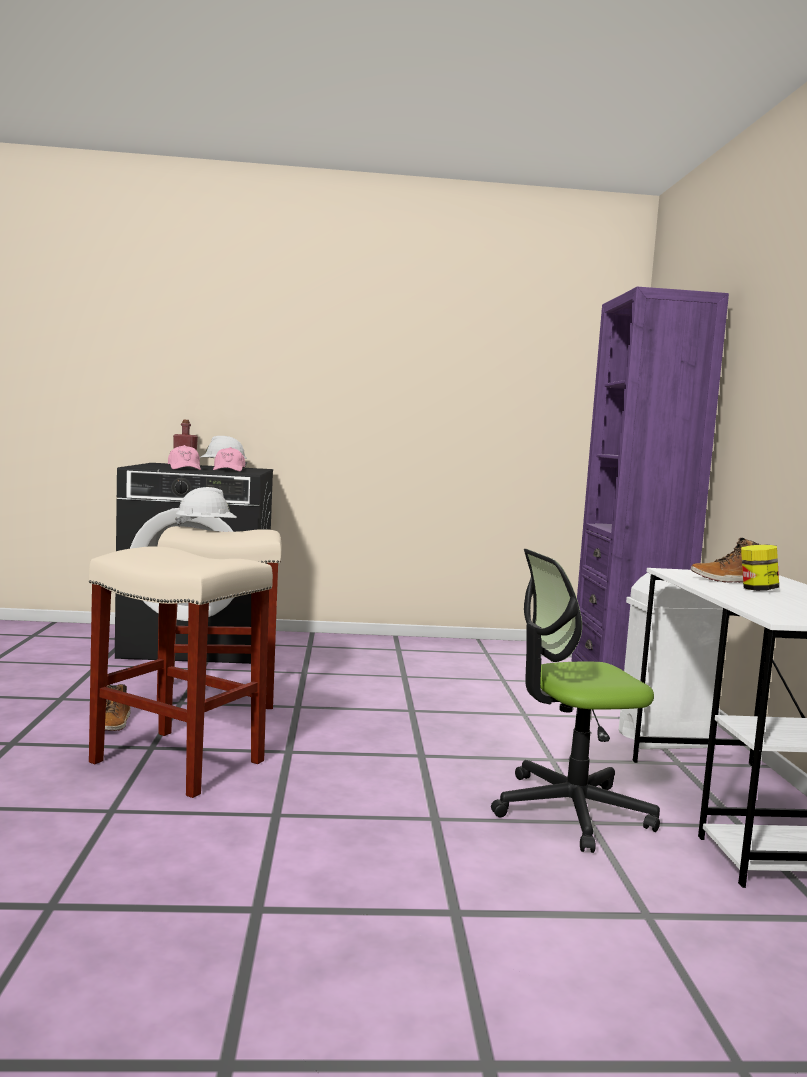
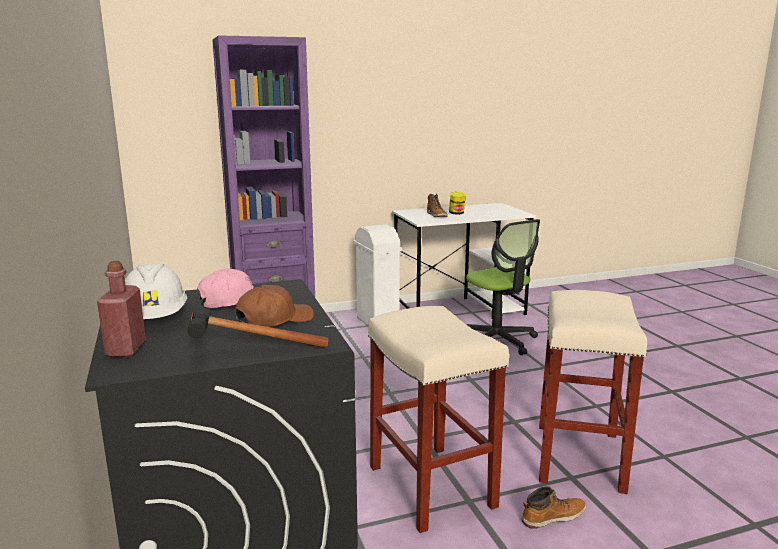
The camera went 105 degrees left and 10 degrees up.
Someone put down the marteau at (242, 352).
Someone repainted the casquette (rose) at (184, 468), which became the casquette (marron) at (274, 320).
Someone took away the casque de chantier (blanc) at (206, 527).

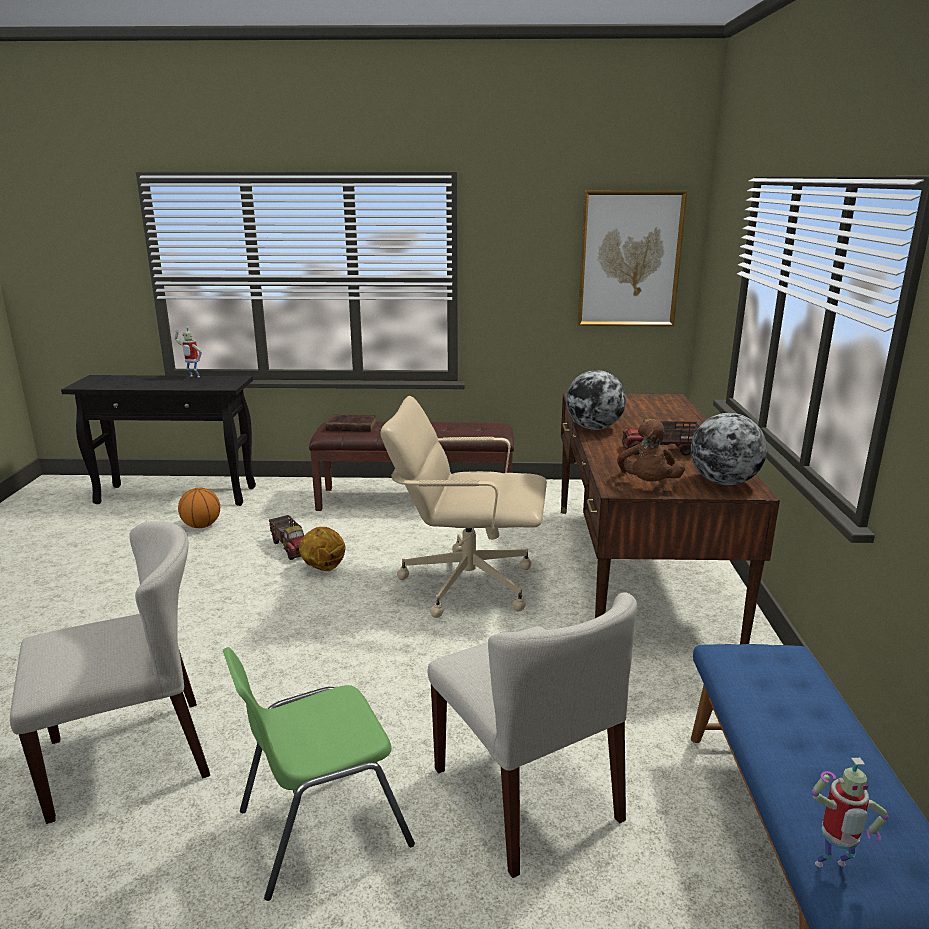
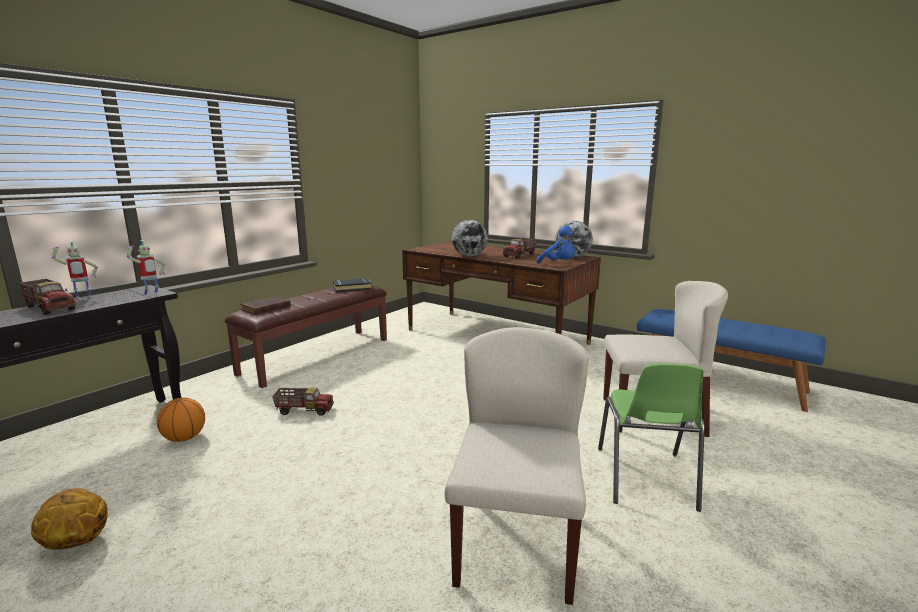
The camera went 55 degrees left and 5 degrees down.
Someone put down the camion jouet at (51, 308).
Someone carried the ballon de basket from (323, 568) to (76, 543).
Someone carried the robot jouet from (831, 868) to (151, 295).
Someone put down the livre (noir) at (352, 288).
Someone repainted the peluche (marron) at (648, 484), which became the peluche (bleu) at (559, 264).
Someone took away the chaise de bureau (beige) at (466, 583).
Someone took away the tableau at (629, 259).

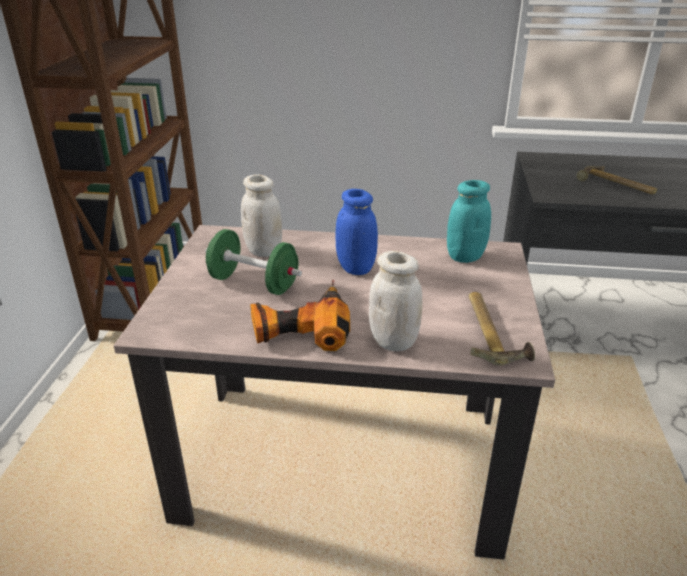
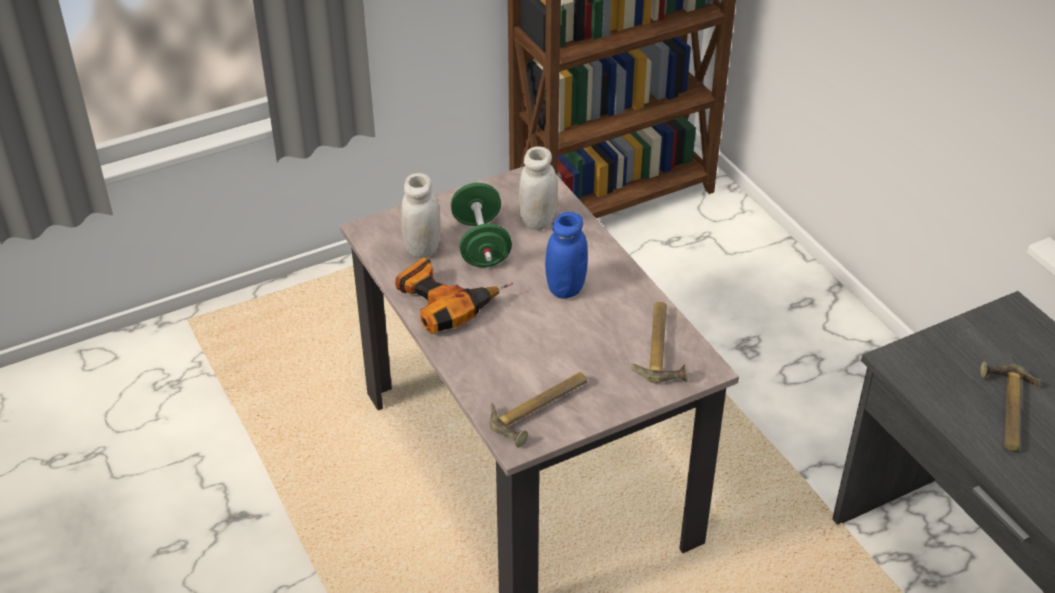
The camera went 55 degrees right and 10 degrees up.
Someone carried the bocal (blanc) from (393, 342) to (422, 248).
Someone swapped the bocal (turquoise) at (465, 256) for the marteau at (662, 347).

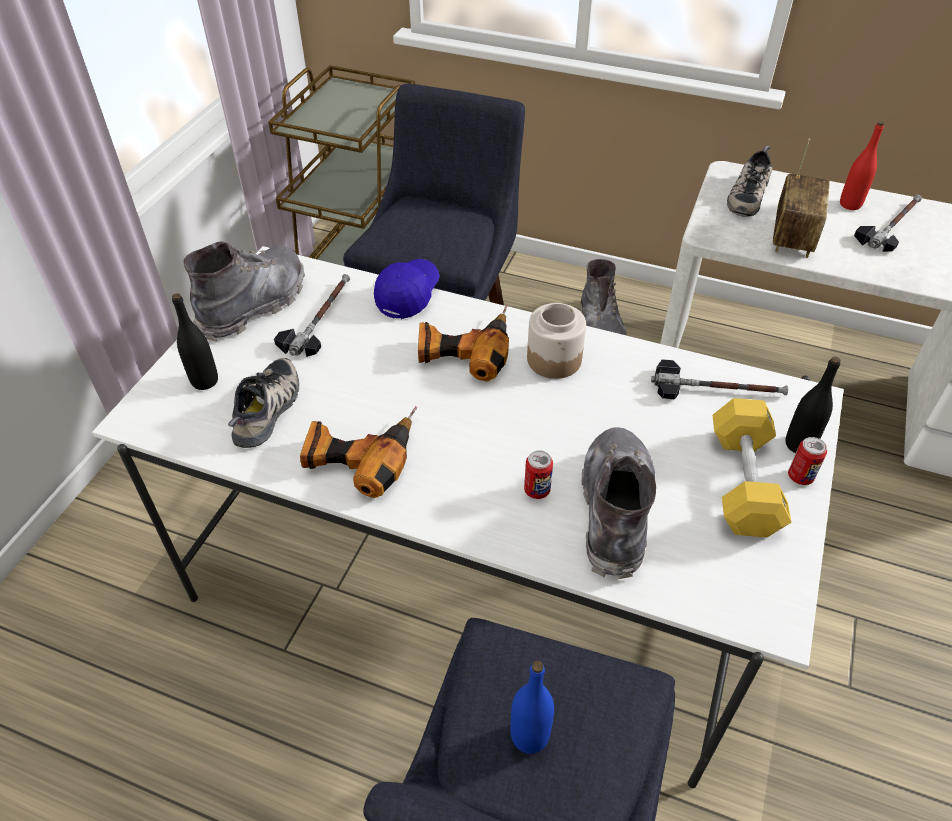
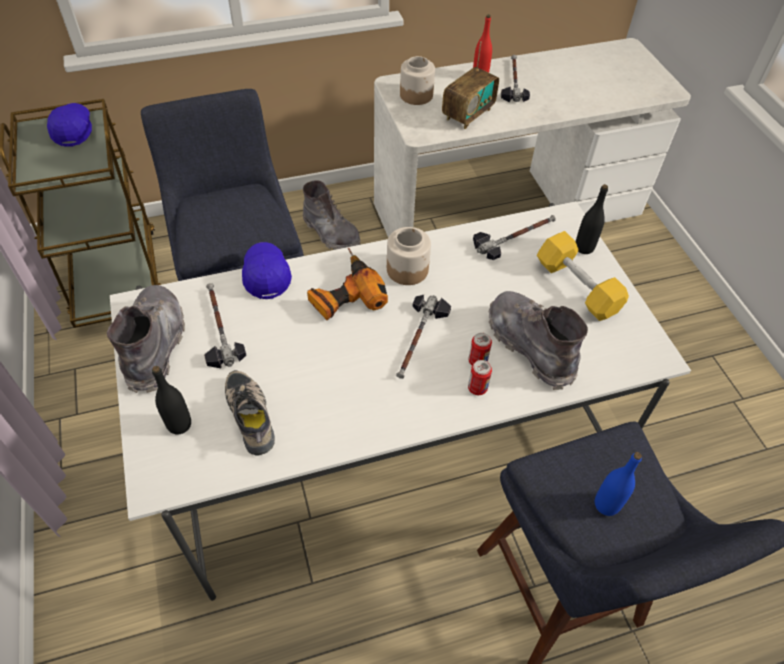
The camera went 40 degrees left and 5 degrees up.
Someone put down the casquette (bleu) at (73, 130).
Someone put down the marteau at (418, 339).
Someone swapped the chaussure at (747, 194) for the bocal at (416, 95).
Someone rotated the radio at (792, 237) by 60 degrees clockwise.
Someone carried the boîte métallique from (800, 476) to (477, 388).
Someone took away the perceuse at (359, 454).

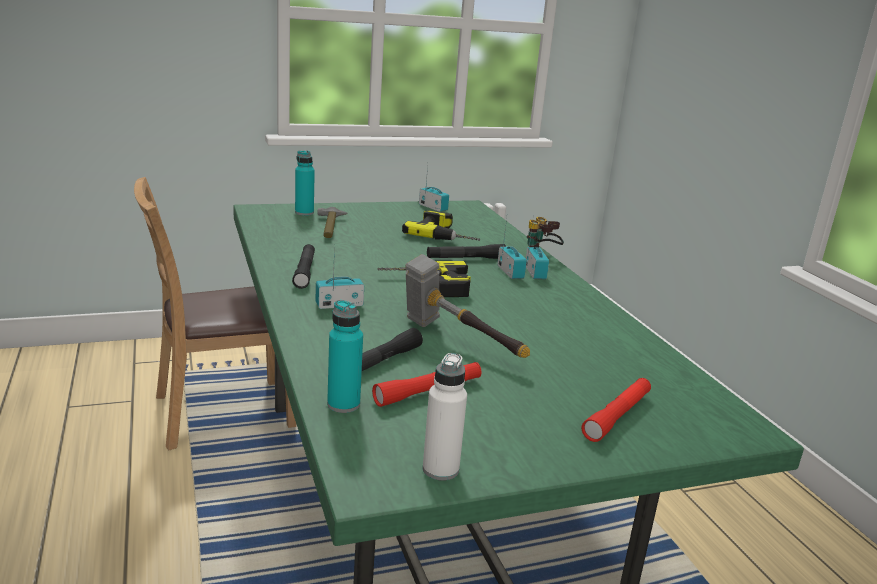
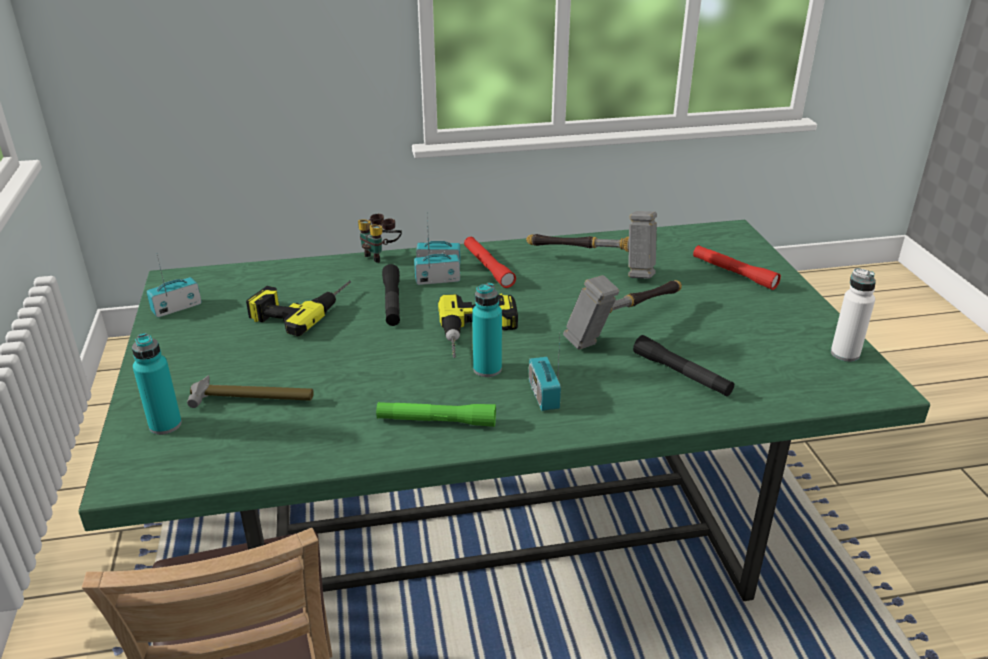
The camera went 80 degrees left and 10 degrees up.
Someone repainted the lampe de poche (noir) at (305, 272), which became the lampe de poche (vert) at (436, 421).
Someone carried the lampe de poche (rouge) from (428, 391) to (488, 267).
Someone carried the bouteille (turquoise) from (343, 404) to (487, 369).
Someone put down the marteau at (594, 267).

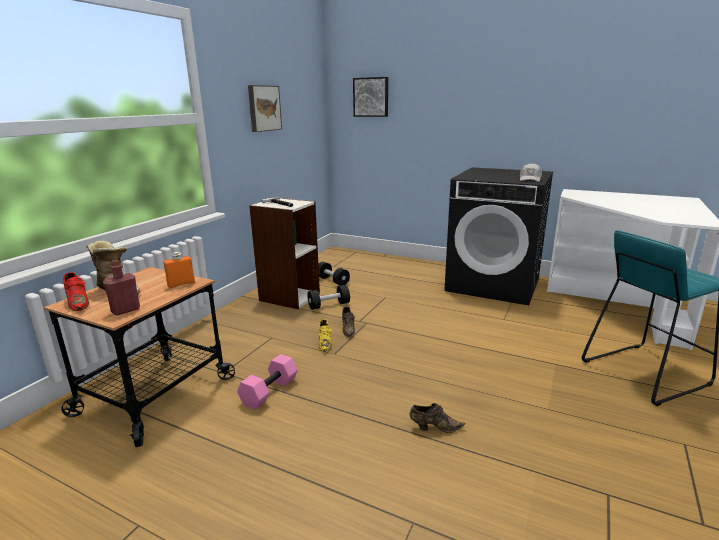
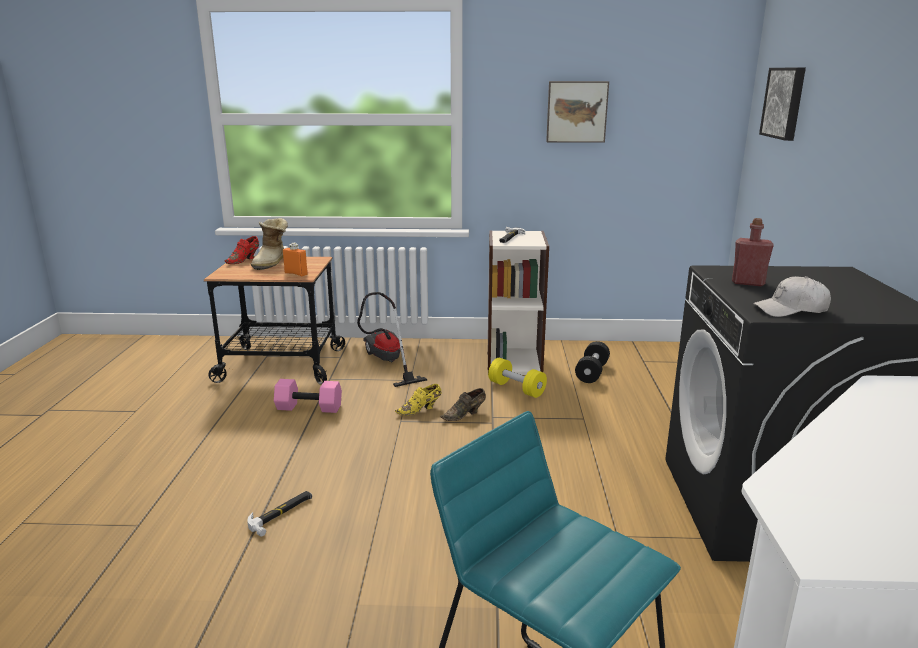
The camera went 65 degrees right and 0 degrees up.
Someone swapped the chaussure (marron) at (434, 428) for the marteau at (281, 514).
Someone put down the aspirateur at (386, 362).
Someone repainted the haltère (noir) at (329, 305), which became the haltère (jaune) at (516, 388).
Someone carried the bouteille (rouge) from (126, 310) to (748, 283).

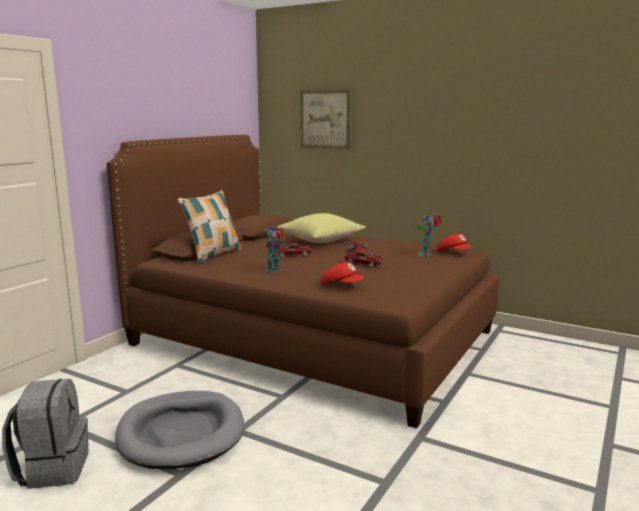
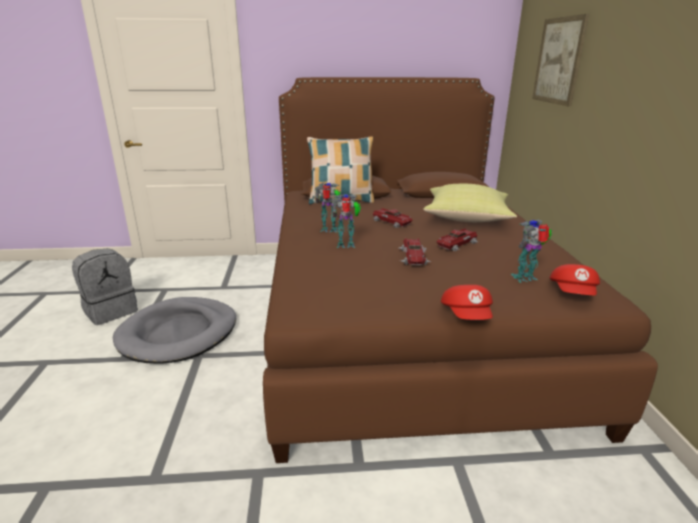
The camera went 55 degrees right and 10 degrees up.
Someone put down the robot jouet at (346, 245).
Someone carried the casquette (rouge) from (342, 286) to (467, 316).

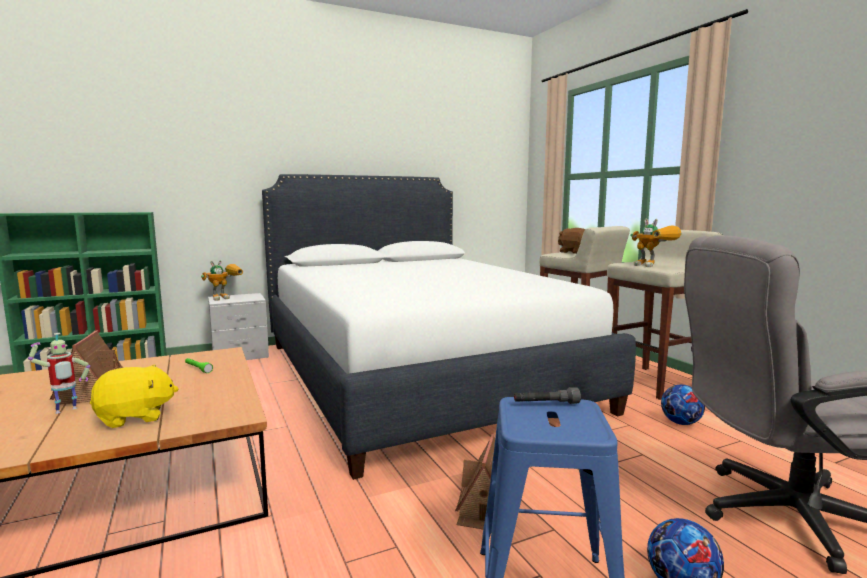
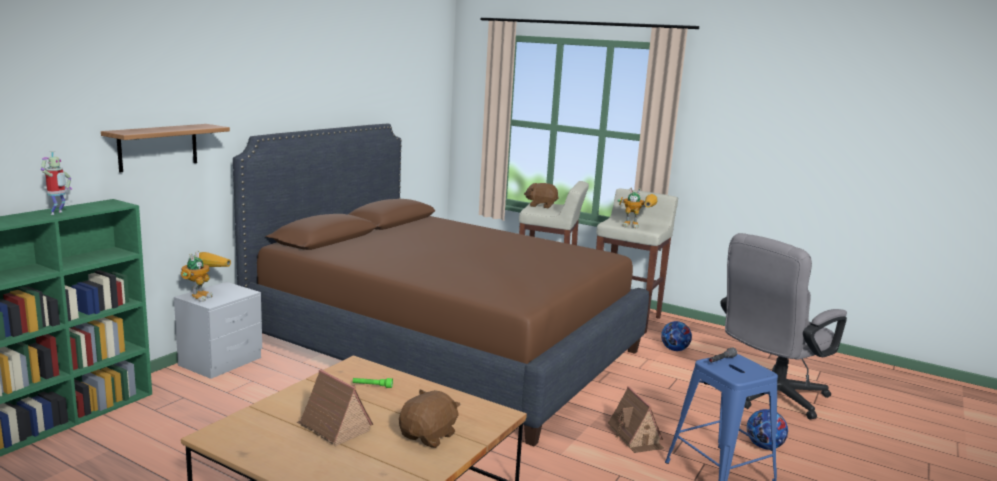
The camera went 35 degrees left and 5 degrees up.
Someone carried the robot jouet from (66, 411) to (58, 213).
Someone put up the étagère at (158, 147).
Someone repainted the lit (blanc) at (417, 374), which became the lit (marron) at (445, 347).
Someone repainted the peluche (jaune) at (135, 417), which became the peluche (marron) at (429, 436).

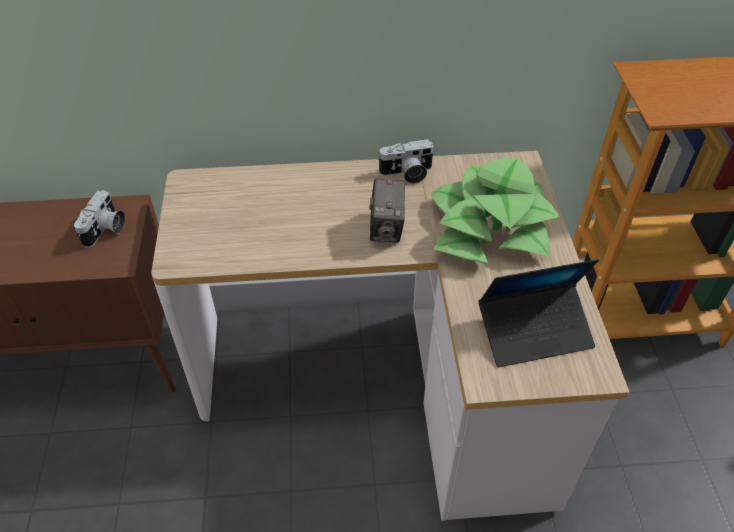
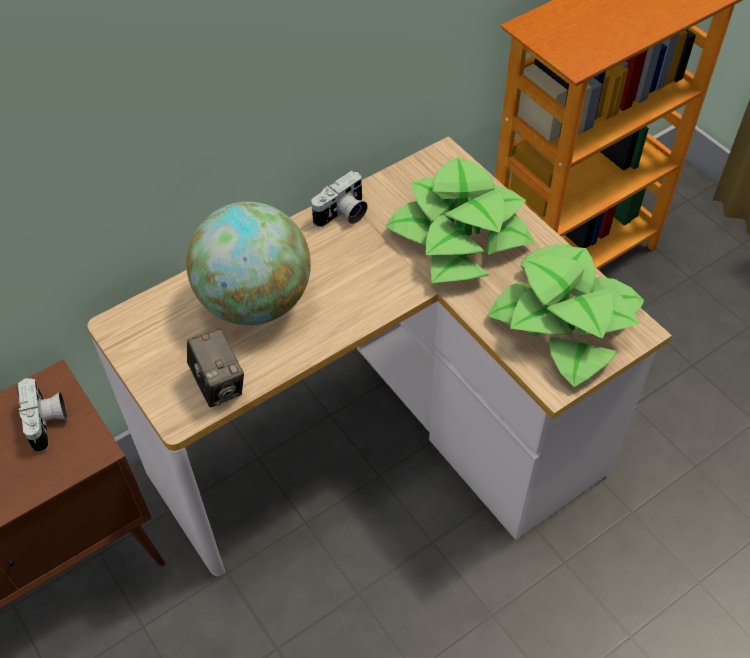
The camera went 30 degrees left and 5 degrees up.
Someone put down the globe at (255, 302).
Someone carried the appareil photo from (386, 229) to (219, 384).
Someone swapped the ordinateur portable at (534, 331) for the plante en pot at (565, 319).

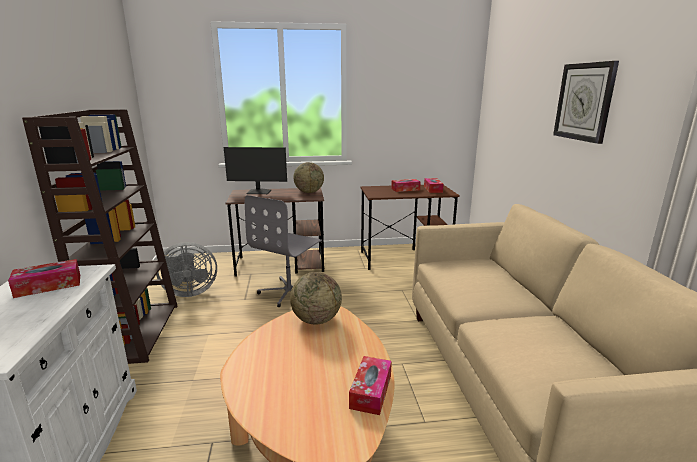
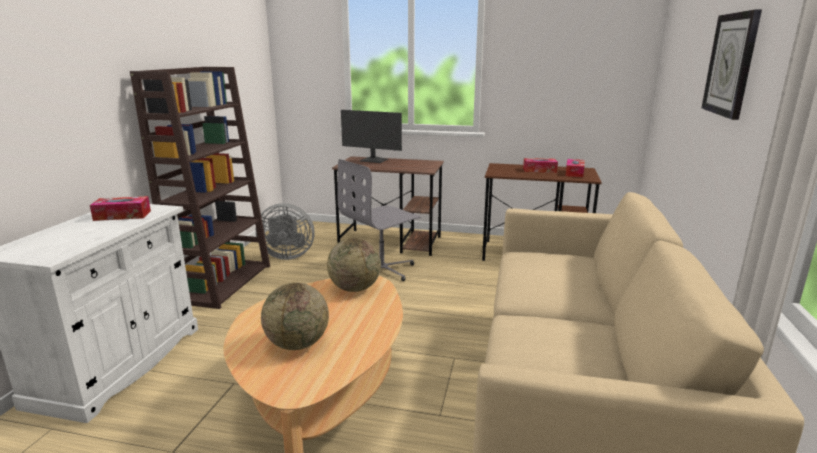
The camera went 20 degrees right and 0 degrees up.
Someone carried the globe from (309, 192) to (297, 344).
Someone took away the boîte à mouchoirs at (371, 391).

